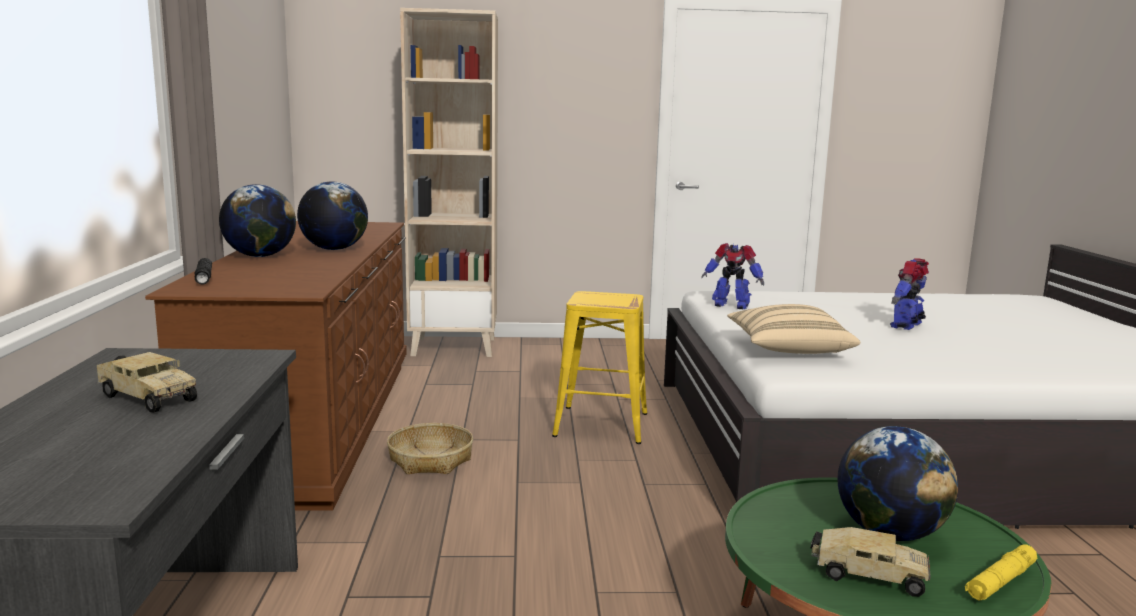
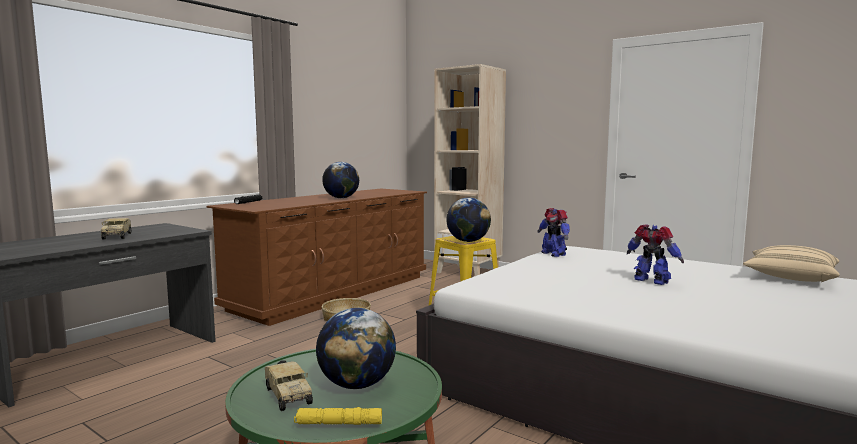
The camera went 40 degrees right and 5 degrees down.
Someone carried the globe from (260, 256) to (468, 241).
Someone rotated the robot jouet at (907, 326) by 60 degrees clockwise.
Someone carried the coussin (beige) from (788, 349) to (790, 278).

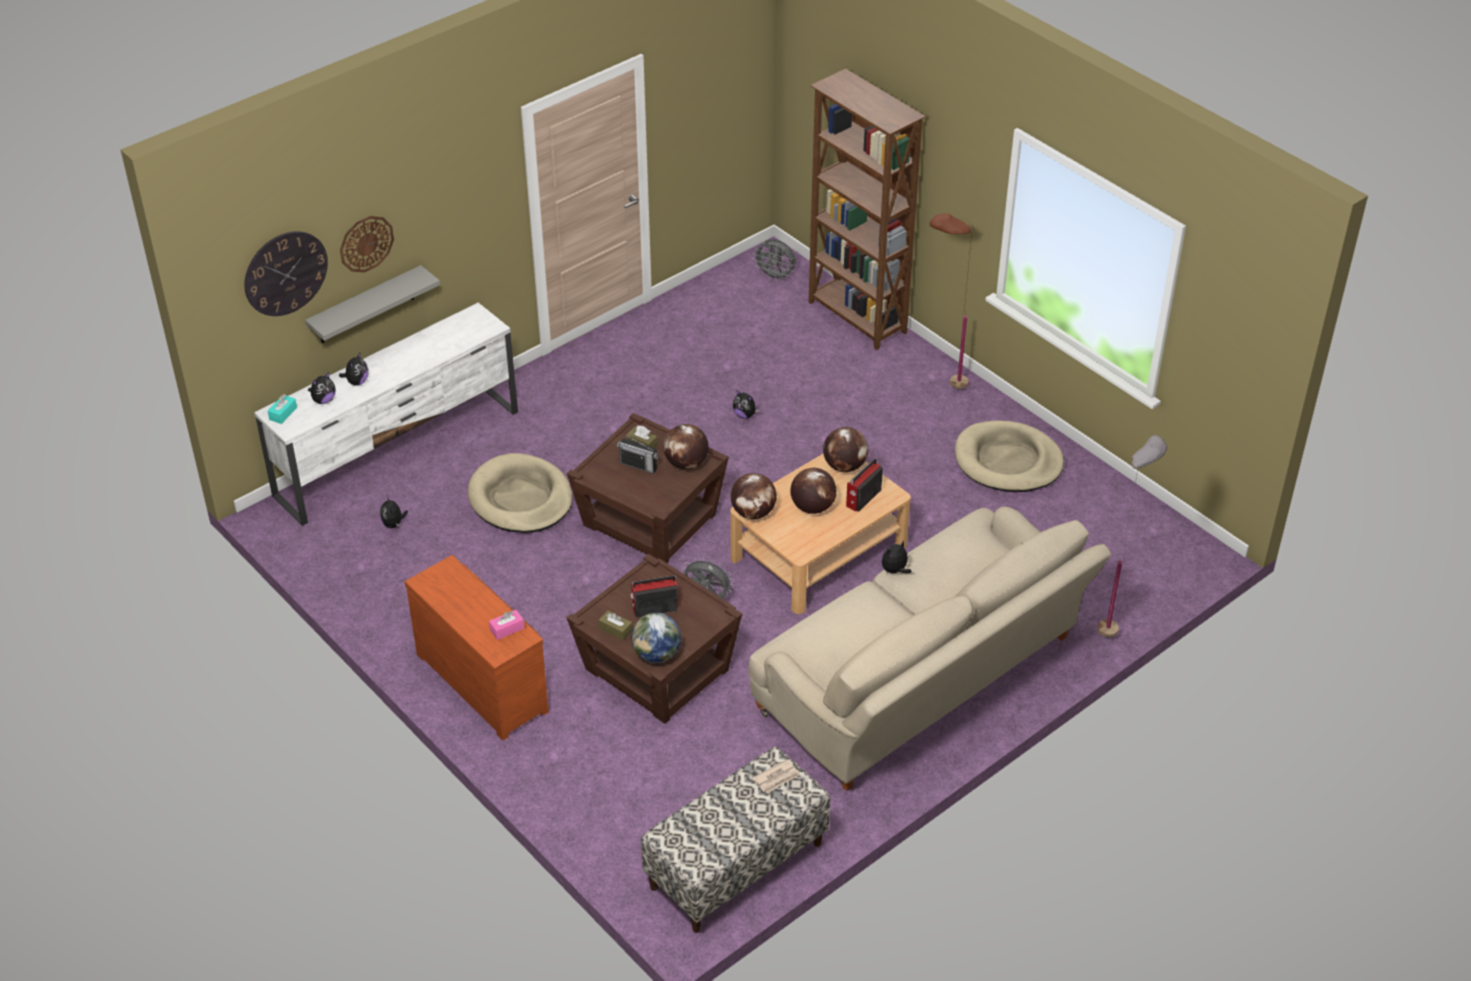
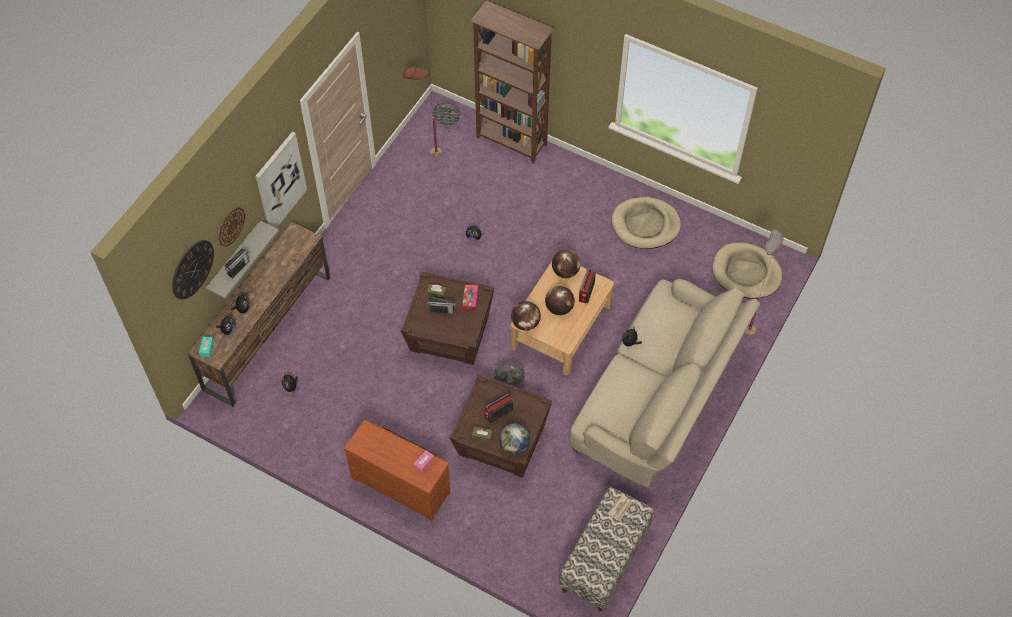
The camera went 20 degrees left and 15 degrees up.
Someone repainted the meuble télé (blanc) at (399, 453), which became the meuble télé (marron) at (268, 332).
Someone put down the radio at (238, 268).
Someone put up the tableau at (280, 182).
Someone carried the lampadaire (marron) from (942, 387) to (426, 157).
Someone swapped the globe at (686, 463) for the boîte à mouchoirs at (470, 300).
Someone carried the panier pour chien (beige) from (520, 498) to (746, 273).

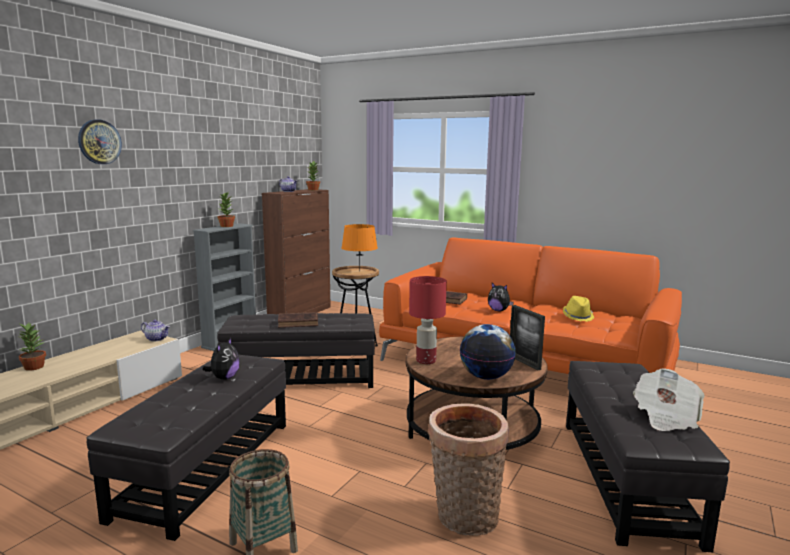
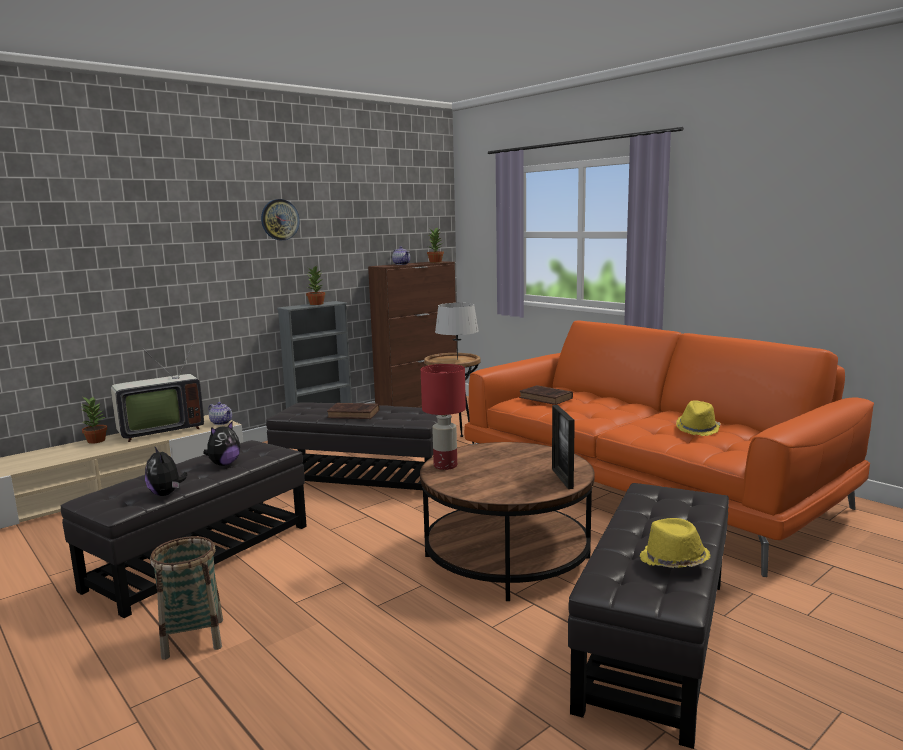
The camera went 20 degrees right and 0 degrees up.
Someone put down the téléviseur at (159, 431).
Someone carried the peluche from (498, 310) to (166, 494).
Someone carried the horloge murale from (99, 142) to (279, 219).
Someone repainted the lampe de table (orange) at (359, 271), which became the lampe de table (gris) at (457, 359).
Someone swapped the journal at (665, 417) for the chapeau (jaune) at (673, 561).
Someone took away the panier at (464, 518).
Someone took away the globe at (486, 377).

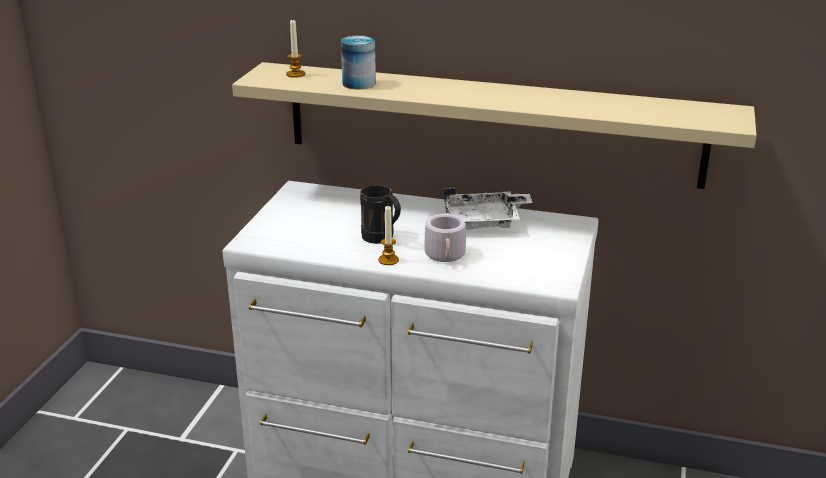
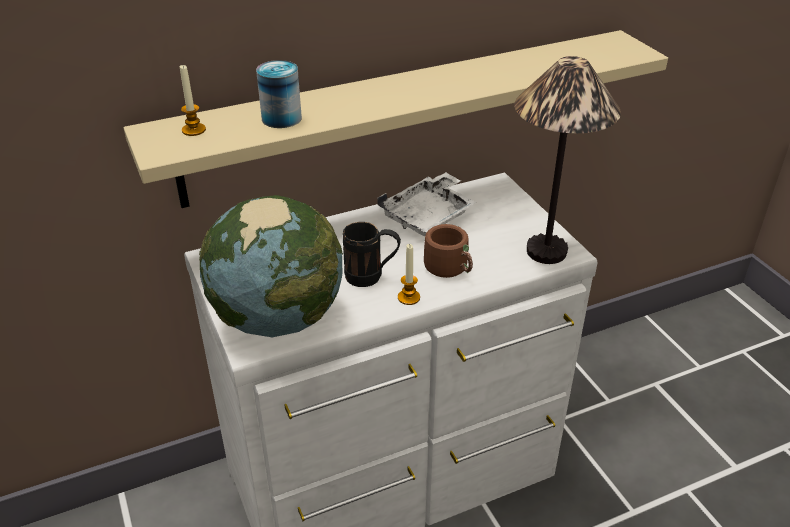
The camera went 40 degrees left and 10 degrees up.
Someone put down the globe at (279, 319).
Someone repainted the mug (gris) at (448, 256), which became the mug (marron) at (451, 268).
Someone put down the lampe de table at (545, 251).

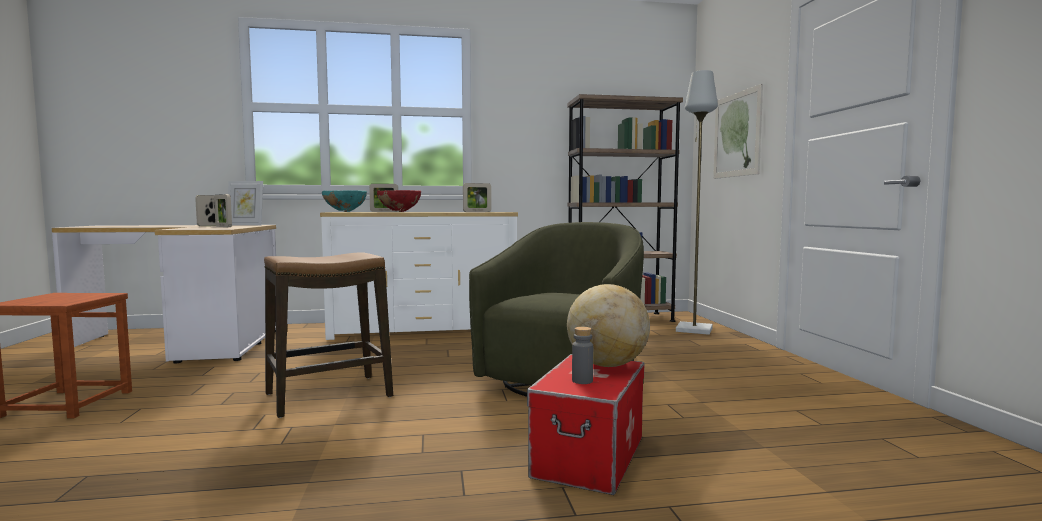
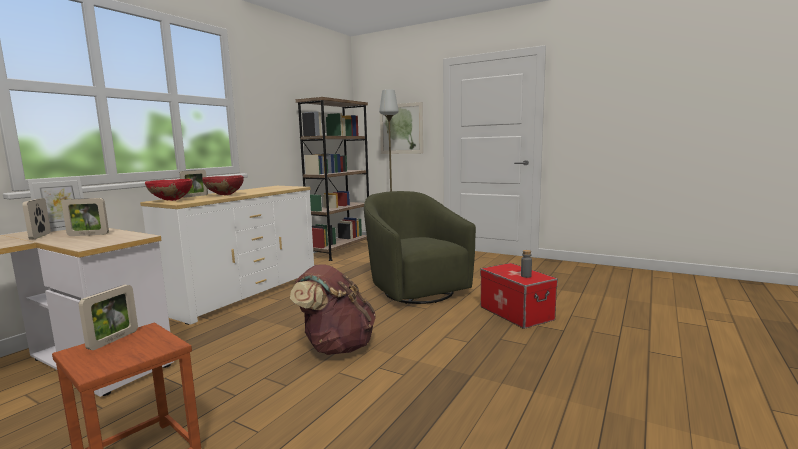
The camera went 50 degrees left and 5 degrees up.
Someone carried the cadre photo from (477, 211) to (113, 340).
Someone repainted the bol (turquoise) at (345, 211), which became the bol (rouge) at (171, 200).
Someone swapped the tabouret at (329, 395) for the sac à dos (marron) at (336, 347).
Someone took away the globe at (607, 365).

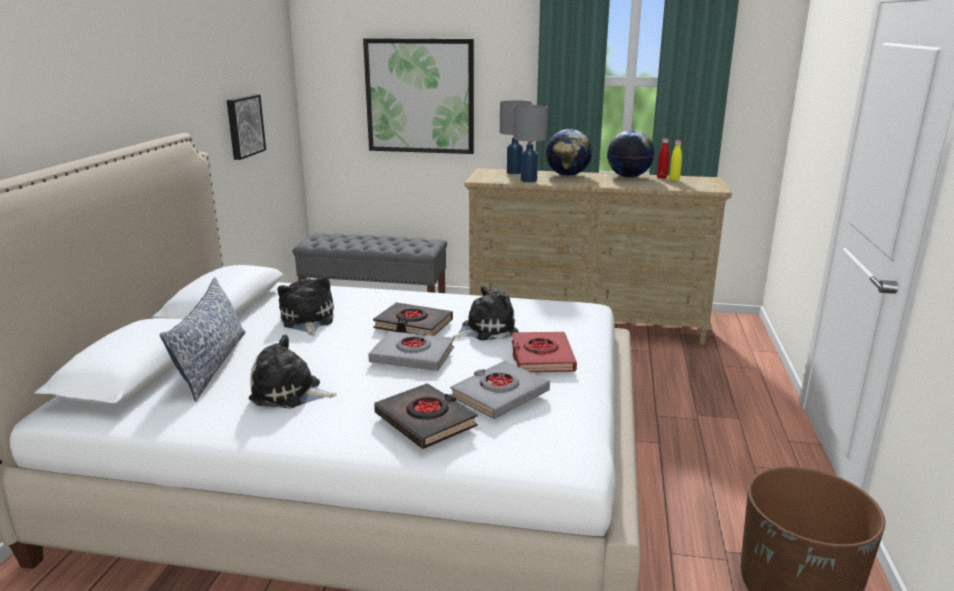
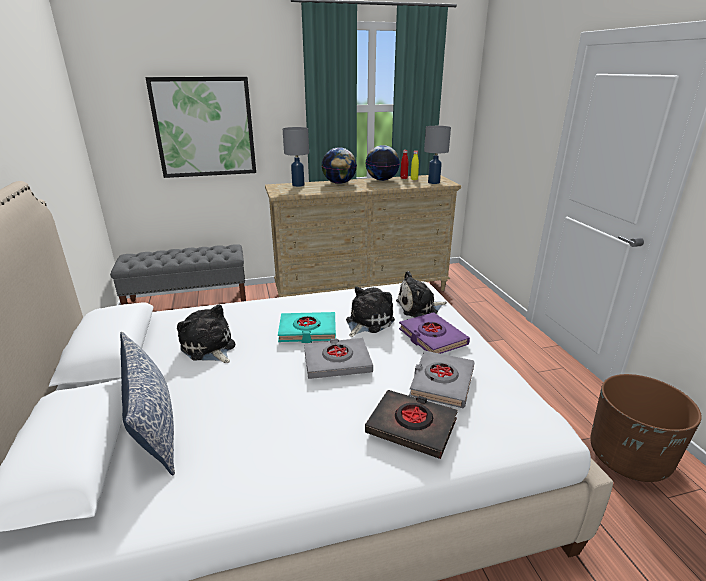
The camera went 25 degrees left and 5 degrees up.
Someone repainted the livre (noir) at (413, 325), which became the livre (turquoise) at (307, 331).
Someone carried the peluche from (289, 393) to (419, 307).
Someone repainted the livre (rouge) at (541, 357), which became the livre (violet) at (432, 337).
Someone carried the lampe de table (gris) from (528, 180) to (433, 182).
Someone took away the tableau at (244, 126).

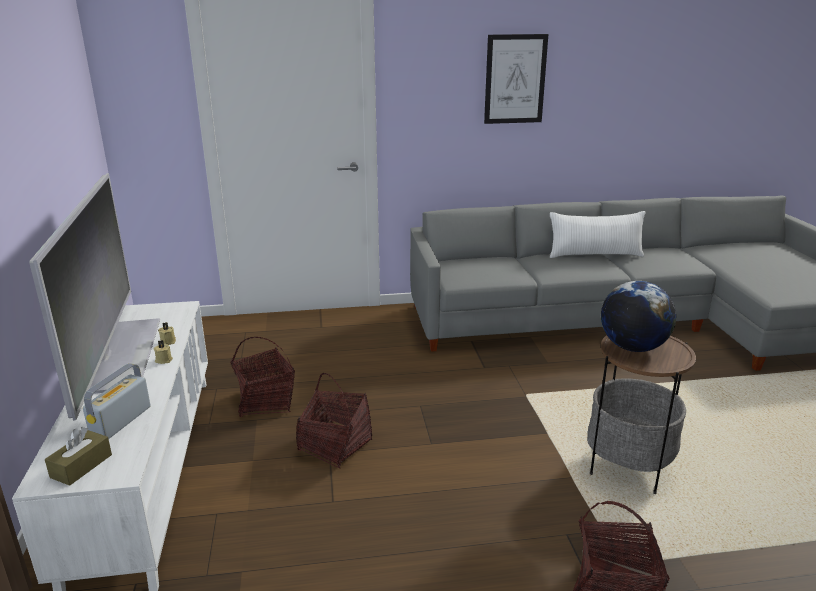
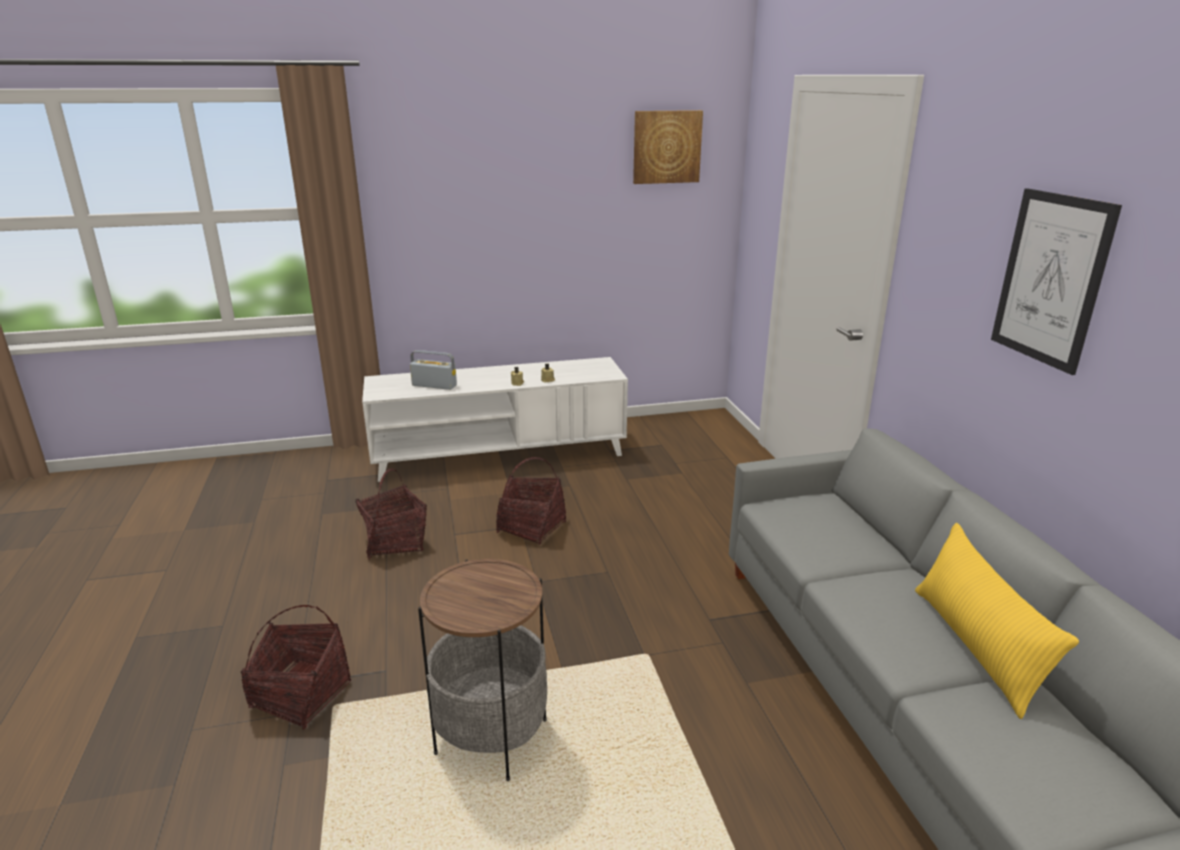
The camera went 85 degrees right and 0 degrees up.
Someone carried the panier from (265, 401) to (395, 542).
Someone put up the tableau at (666, 147).
Someone repainted the coussin (blanc) at (595, 255), which became the coussin (jaune) at (975, 647).
Someone took away the téléviseur at (123, 354).
Someone took away the boîte à mouchoirs (marron) at (81, 466).
Someone took away the globe at (632, 347).

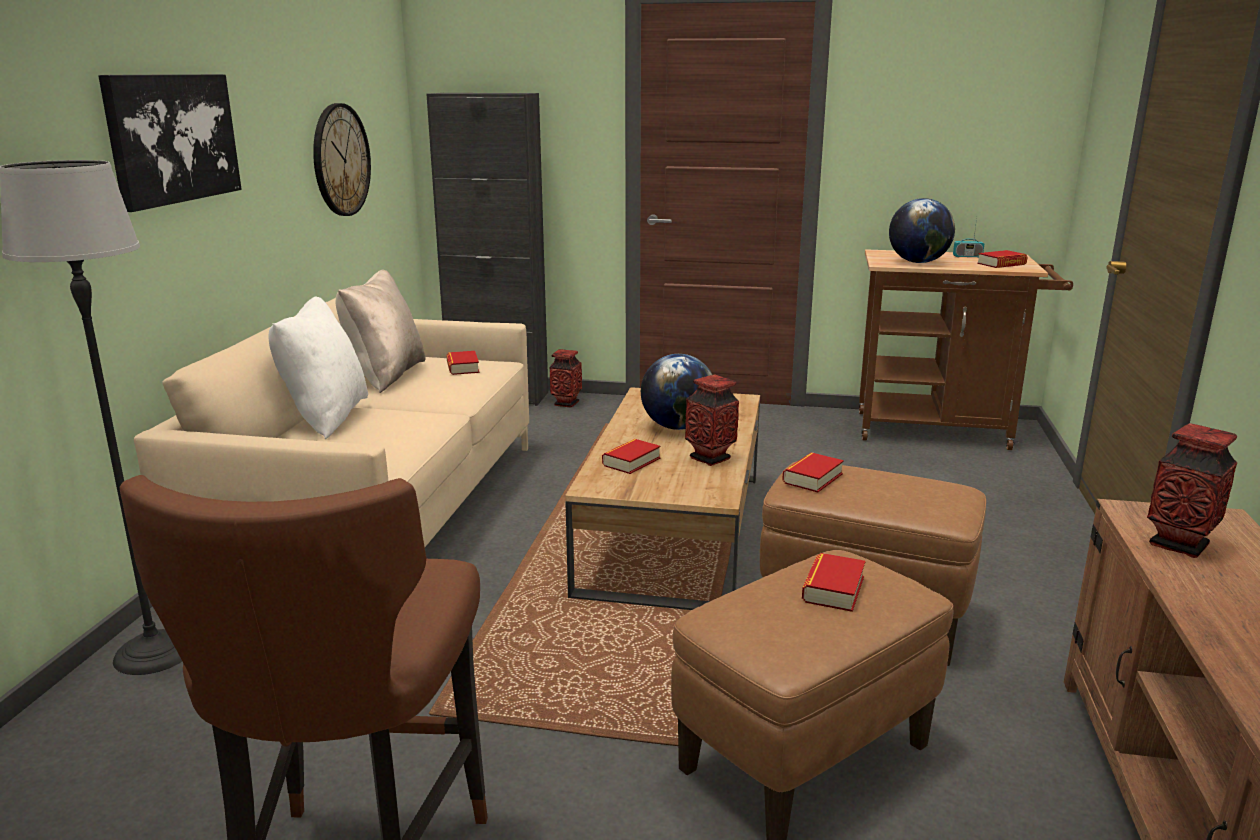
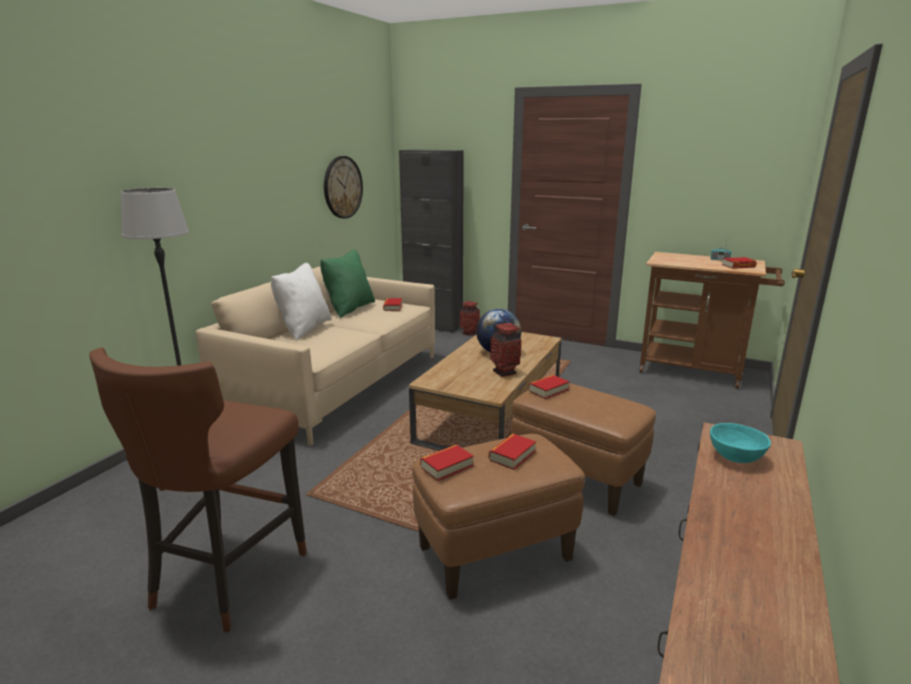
The camera went 15 degrees right and 0 degrees up.
Someone repainted the coussin (beige) at (385, 375), which became the coussin (vert) at (349, 308).
Someone carried the livre from (631, 462) to (446, 466).
Someone swapped the vase at (1179, 544) for the bol (turquoise) at (734, 457).
Someone took away the tableau at (172, 138).
Someone took away the globe at (918, 262).

